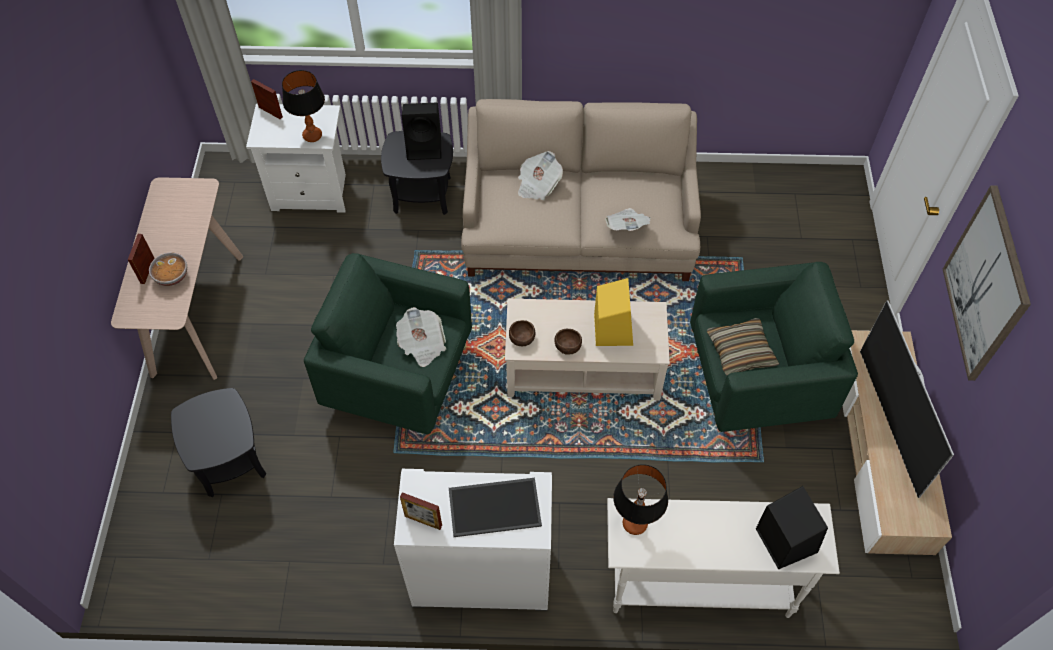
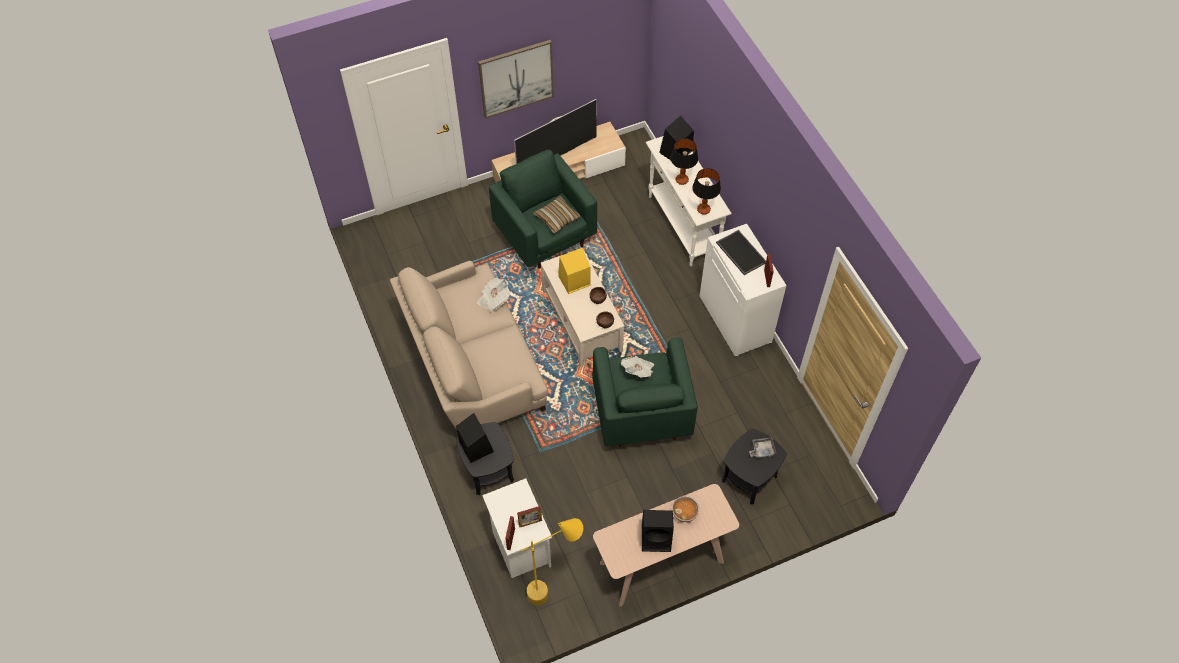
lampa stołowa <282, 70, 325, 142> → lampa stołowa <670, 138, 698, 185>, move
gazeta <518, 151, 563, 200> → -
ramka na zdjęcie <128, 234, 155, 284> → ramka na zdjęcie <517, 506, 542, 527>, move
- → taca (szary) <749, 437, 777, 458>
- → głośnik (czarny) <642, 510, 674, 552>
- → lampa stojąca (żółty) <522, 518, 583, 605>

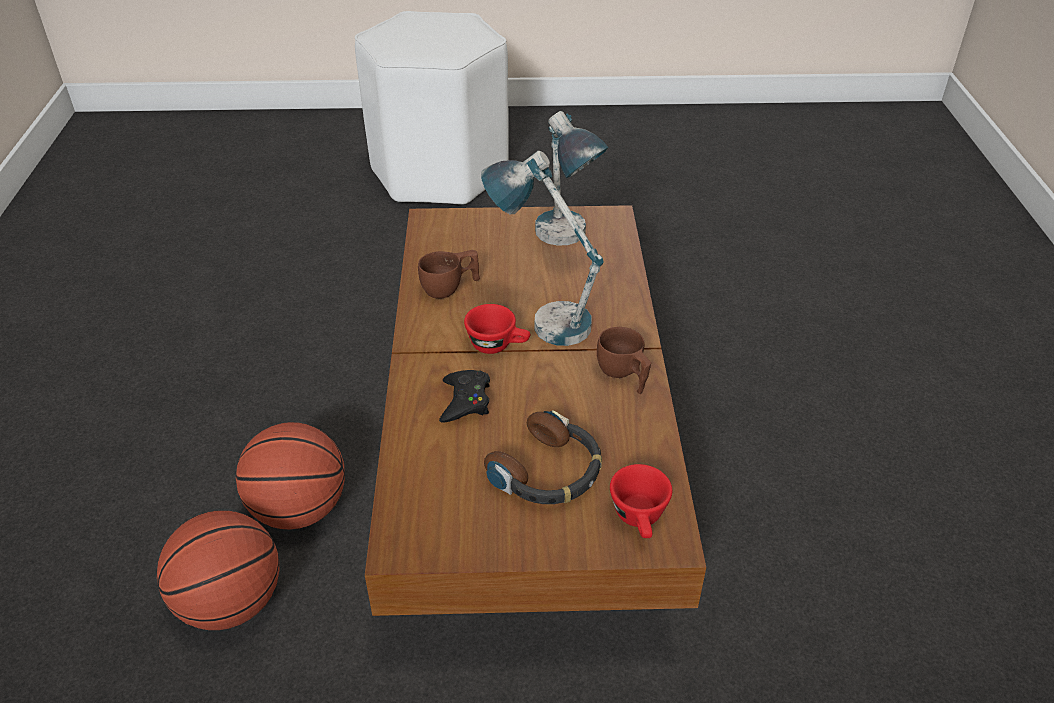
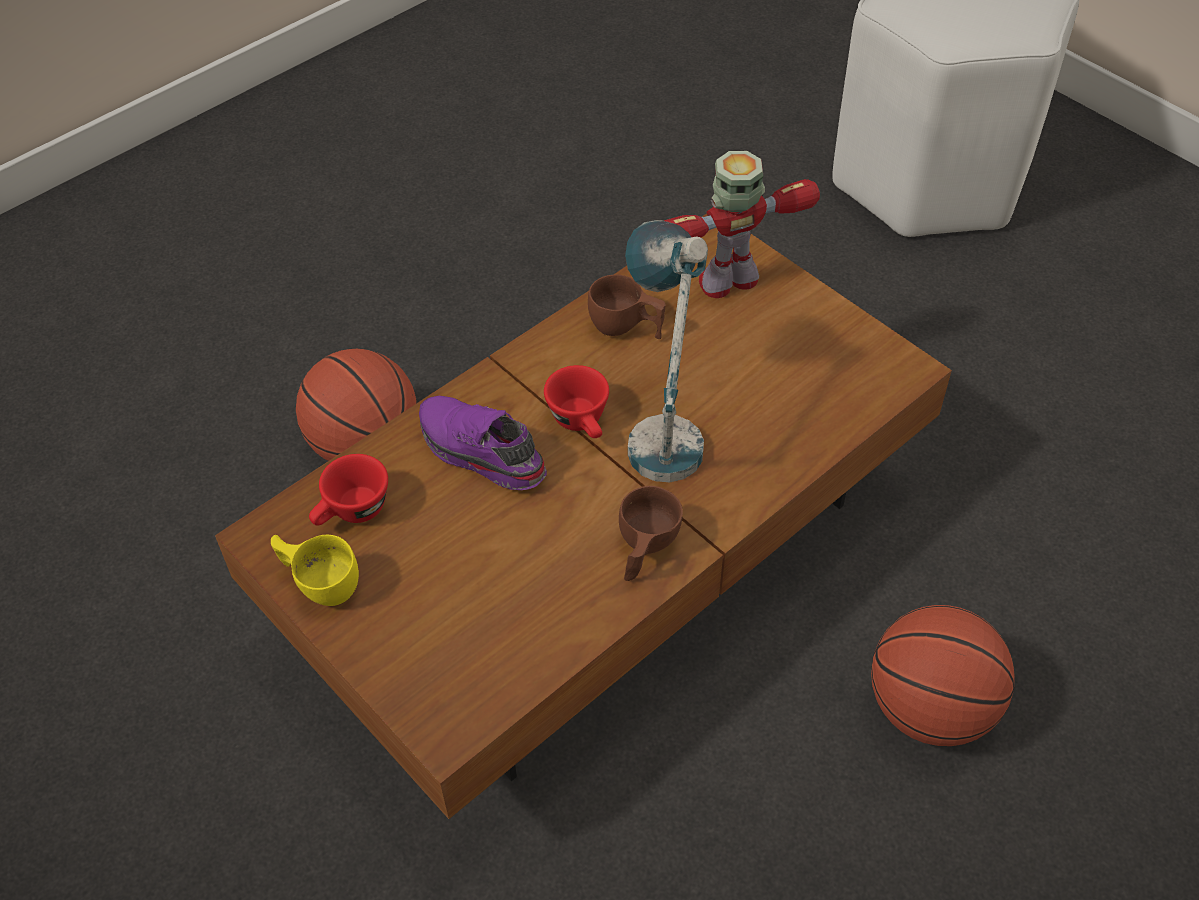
lampa stołowa <535, 111, 608, 246> → -
pad do gier (czarny) <439, 370, 490, 423> → but (fioletowy) <419, 396, 547, 490>
słuchawki <484, 410, 602, 504> → -
filiżanka (czerwony) <610, 464, 672, 538> → filiżanka (czerwony) <309, 454, 388, 526>, move
piłka do koszykówki <157, 510, 279, 630> → piłka do koszykówki <871, 605, 1015, 746>, move
- → robot zabawkowy <664, 151, 820, 298>
- → filiżanka (żółty) <271, 535, 359, 606>

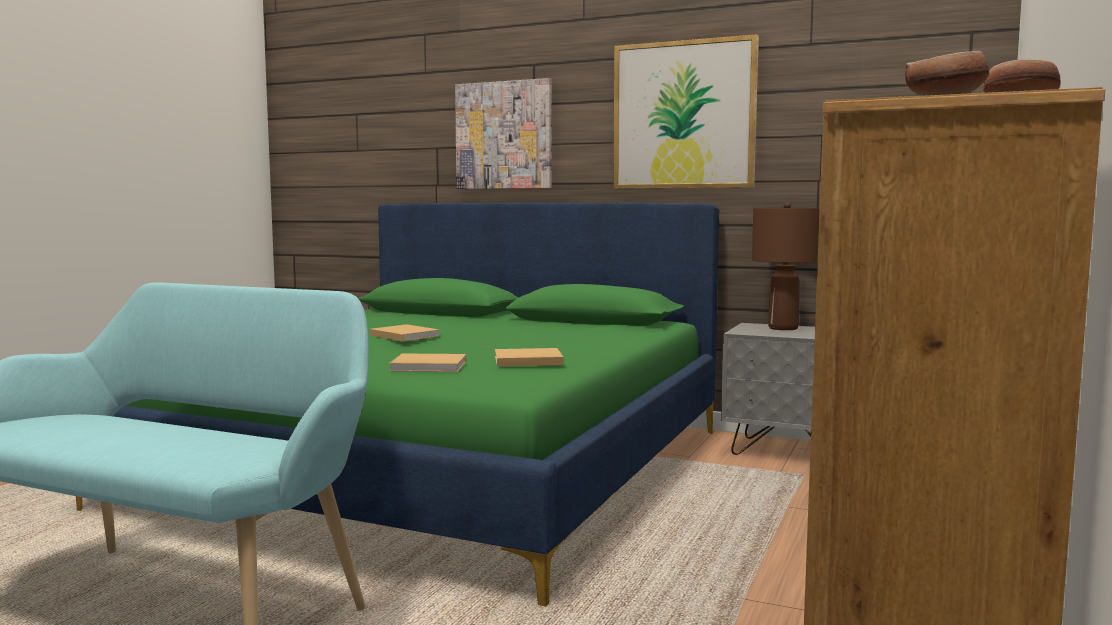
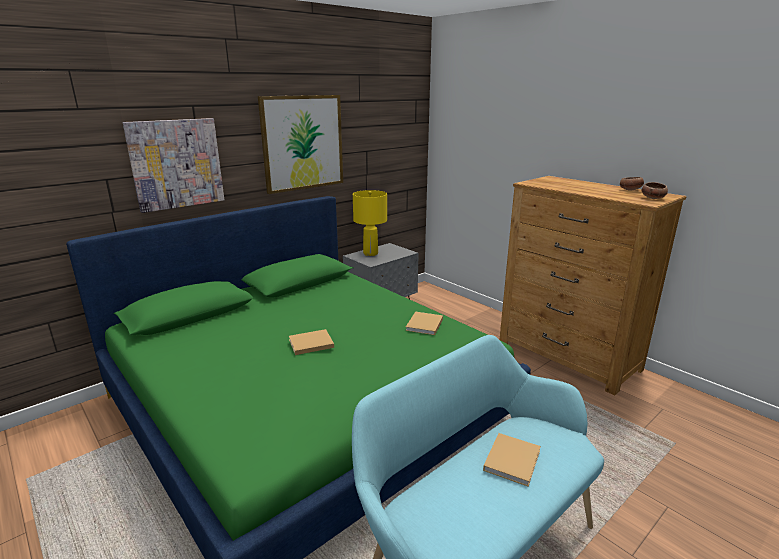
lampa stołowa (brązowy) <752, 203, 820, 330> → lampa stołowa (żółty) <353, 190, 387, 256>
książka (beżowy) <389, 354, 466, 372> → książka (beżowy) <483, 433, 541, 487>, move

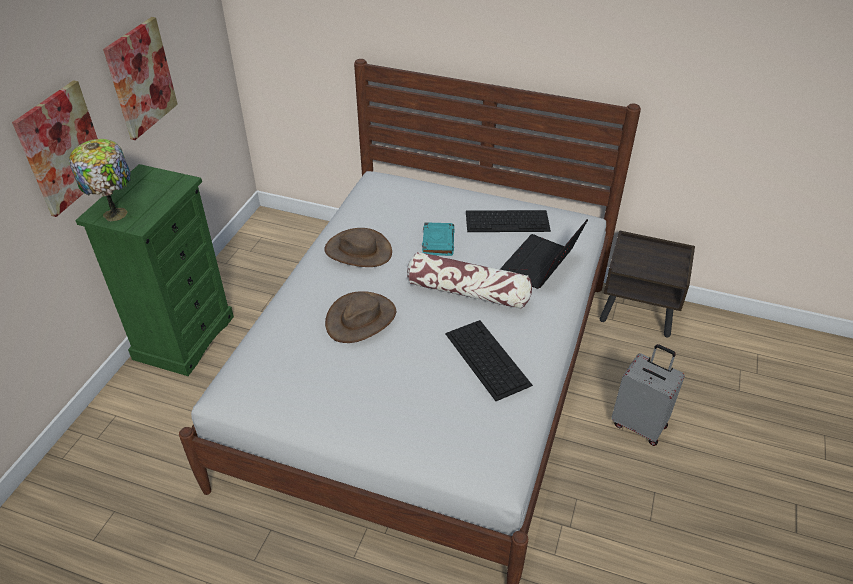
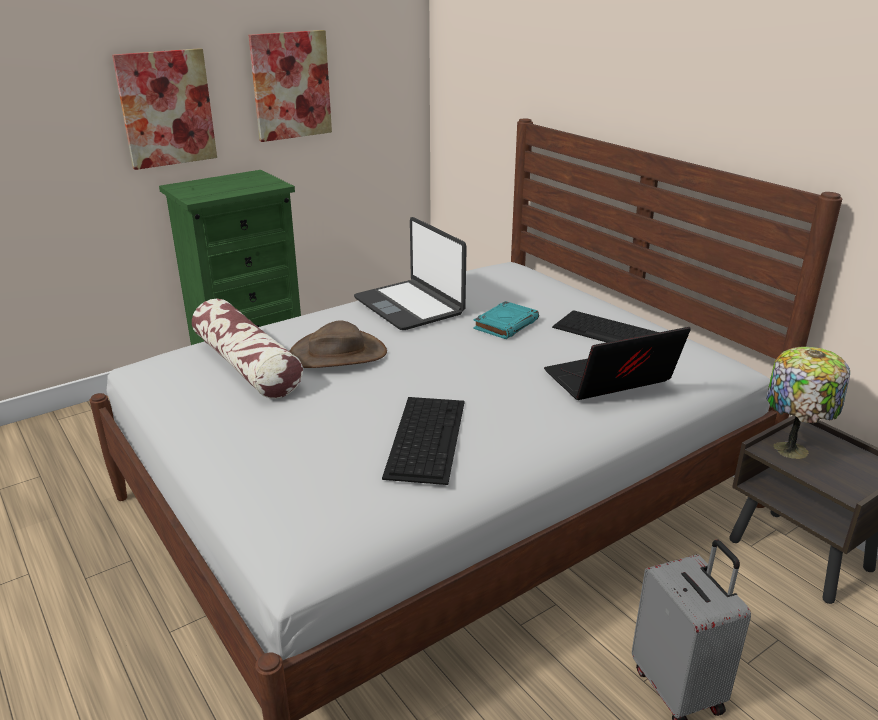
lampa stołowa <69, 139, 131, 221> → lampa stołowa <766, 347, 850, 459>, move
kapelusz (brązowy) <324, 228, 392, 267> → laptop <354, 217, 467, 330>
poduszka <407, 252, 532, 309> → poduszka <192, 299, 303, 399>, move

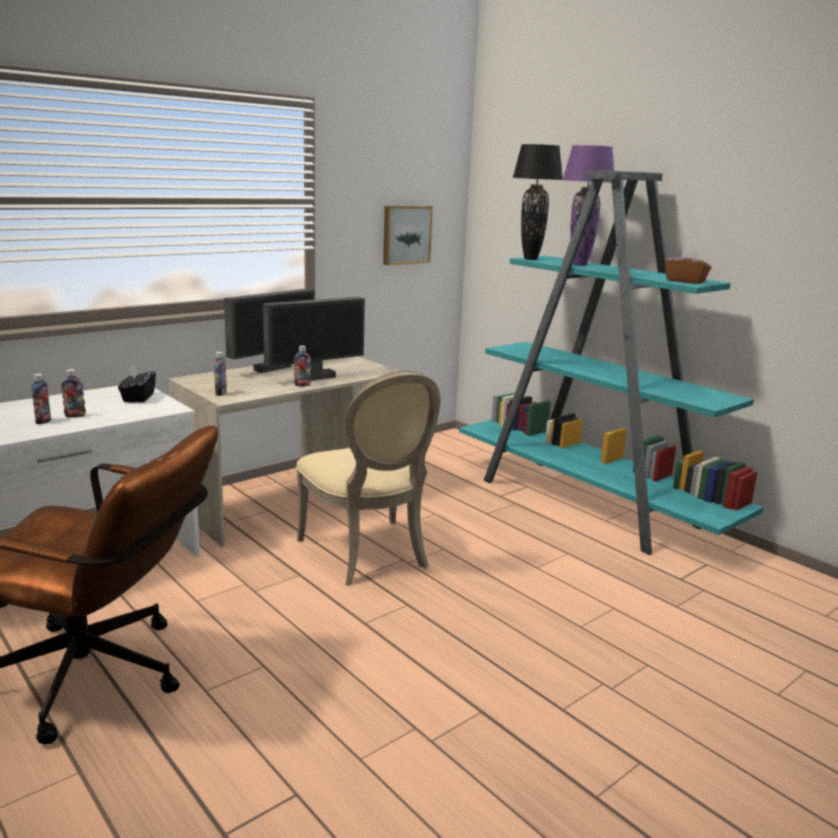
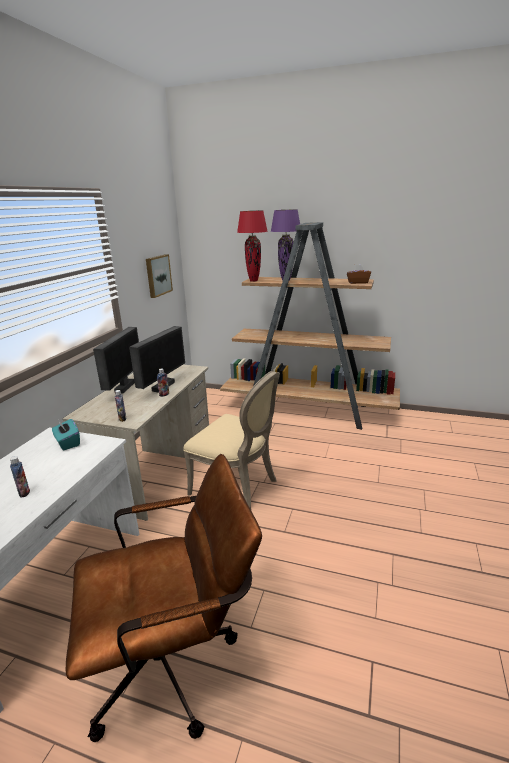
lampa stołowa (czarny) <513, 144, 563, 260> → lampa stołowa (czerwony) <237, 211, 268, 282>
regał (turkusowy) <459, 170, 763, 555> → regał (brązowy) <220, 222, 400, 430>
pudełko chusteczek (czarny) <118, 364, 156, 402> → pudełko chusteczek (turkusowy) <52, 419, 80, 450>
butelka <61, 369, 86, 418> → -

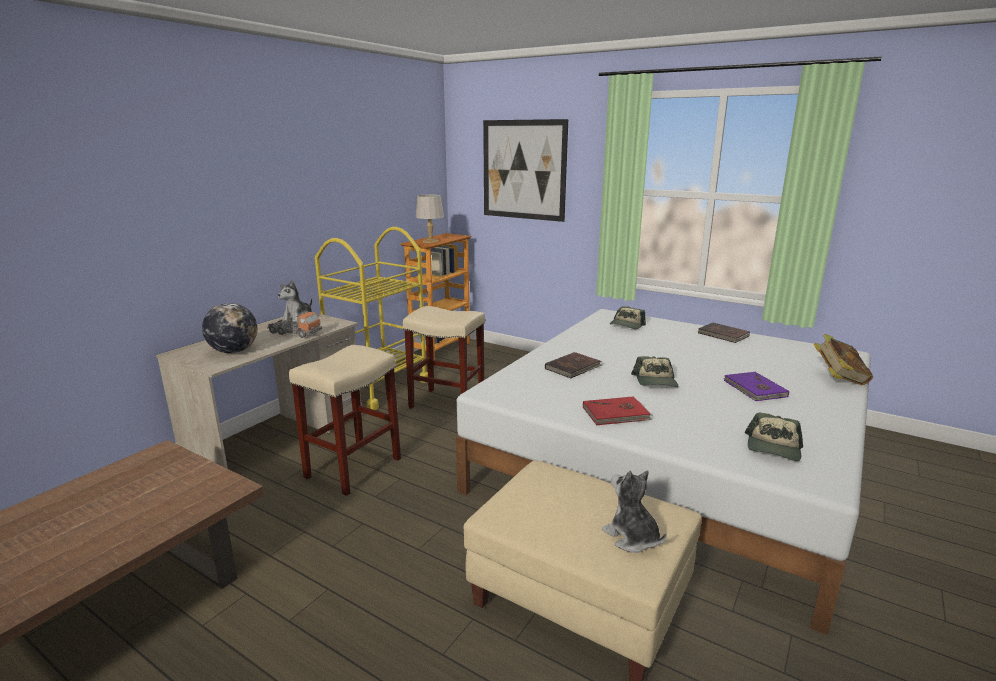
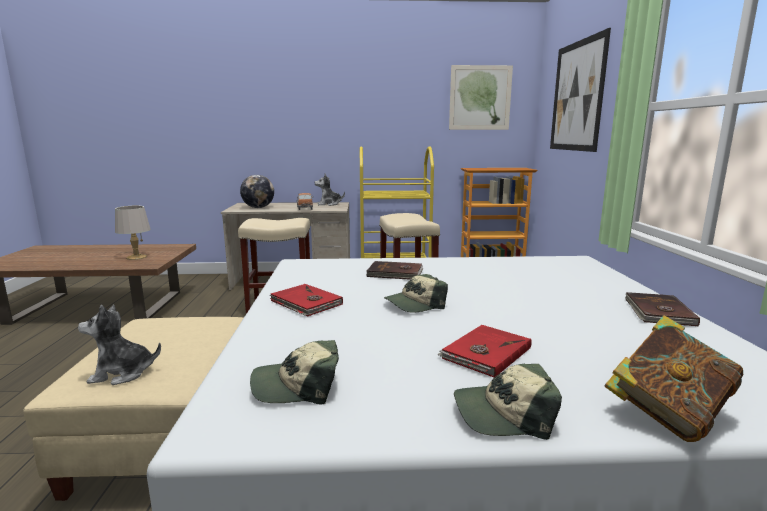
lampa stołowa (szary) <416, 194, 444, 243> → lampa stołowa (szary) <115, 206, 151, 260>, move
czapka z daszkiem <610, 306, 646, 329> → czapka z daszkiem <454, 364, 562, 440>, move
książka (fioletowy) <724, 372, 789, 401> → książka (czerwony) <437, 325, 532, 378>
pluszak <602, 470, 667, 553> → pluszak <78, 305, 161, 385>, 120 degrees counterclockwise
- → obraz <449, 65, 513, 130>

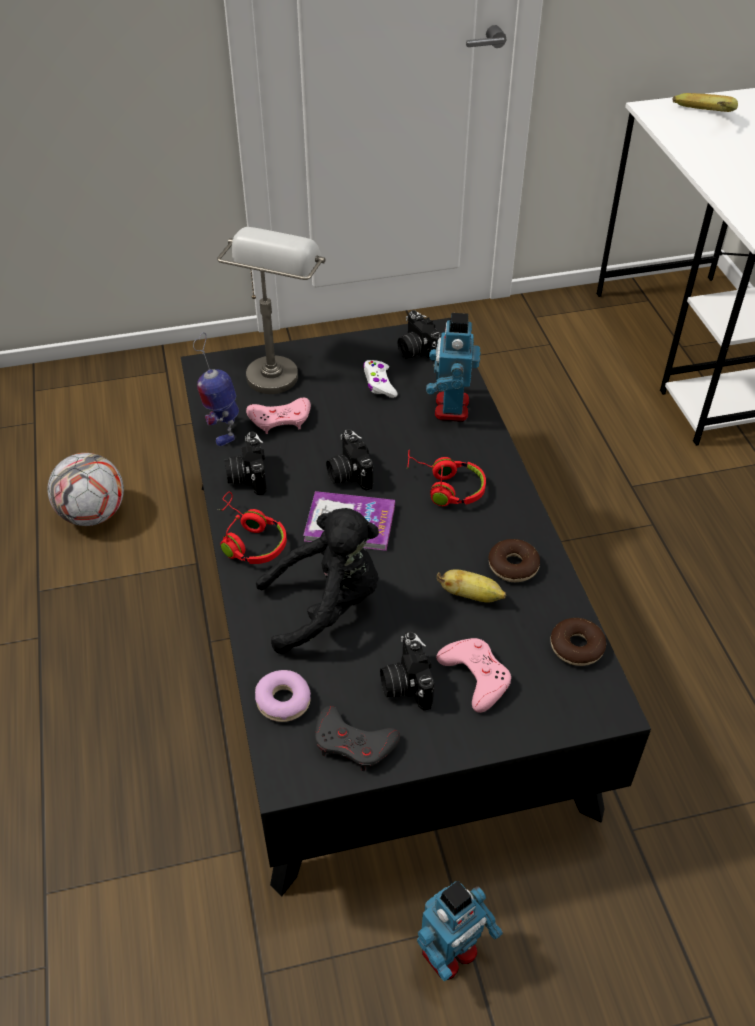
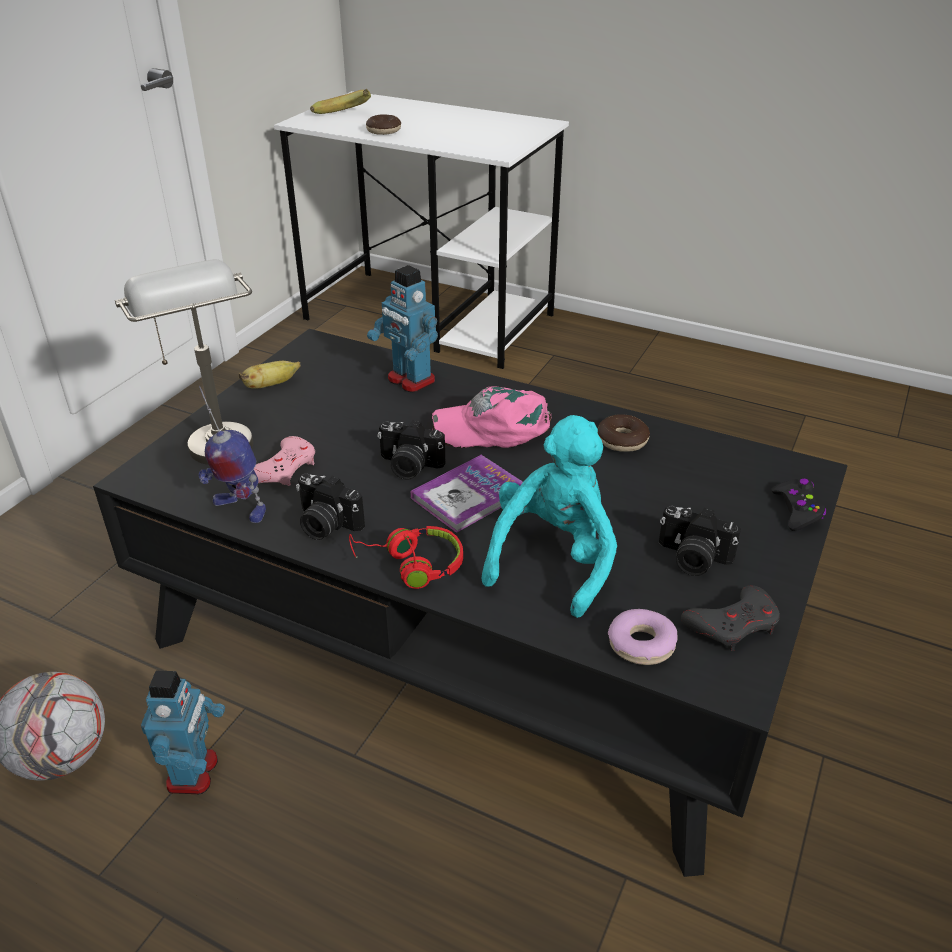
aparat fotograficzny <398, 310, 441, 362> → -
pad do gier (biały) <363, 360, 398, 398> → -
słuchawki (czerwony) <407, 450, 486, 506> → czapka z daszkiem (różowy) <431, 386, 552, 448>
pluszak (czarny) <256, 508, 379, 654> → pluszak (turkusowy) <482, 415, 617, 618>
banan <437, 569, 506, 603> → banan <239, 361, 301, 389>, move
donut <550, 618, 606, 666> → donut <366, 114, 401, 135>, move
pad do gier (różowy) <436, 638, 511, 713> → -
robot zabawkowy <417, 881, 503, 981> → robot zabawkowy <141, 671, 225, 794>, move
- → pad do gier (czarny) <771, 479, 826, 531>

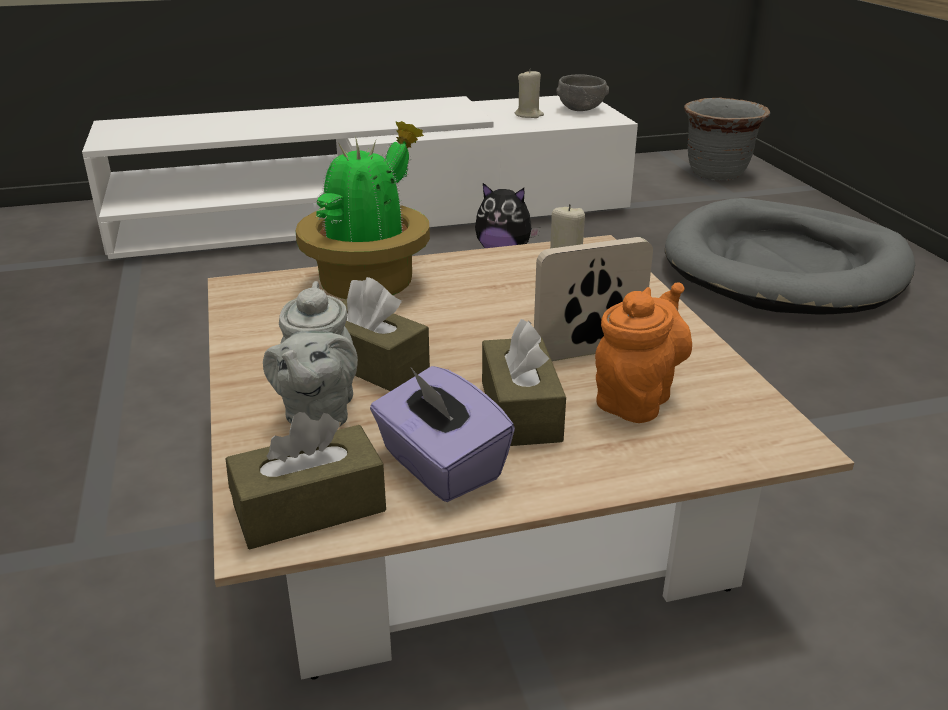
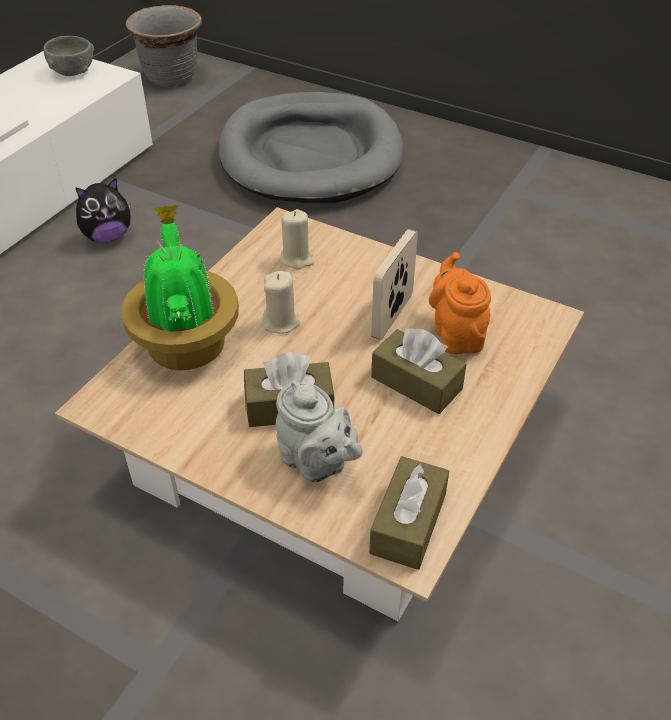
świeca (beżowy) <515, 69, 544, 118> → świeca (beżowy) <263, 271, 300, 334>, move
pudełko chusteczek (fioletowy) <370, 366, 515, 502> → -

